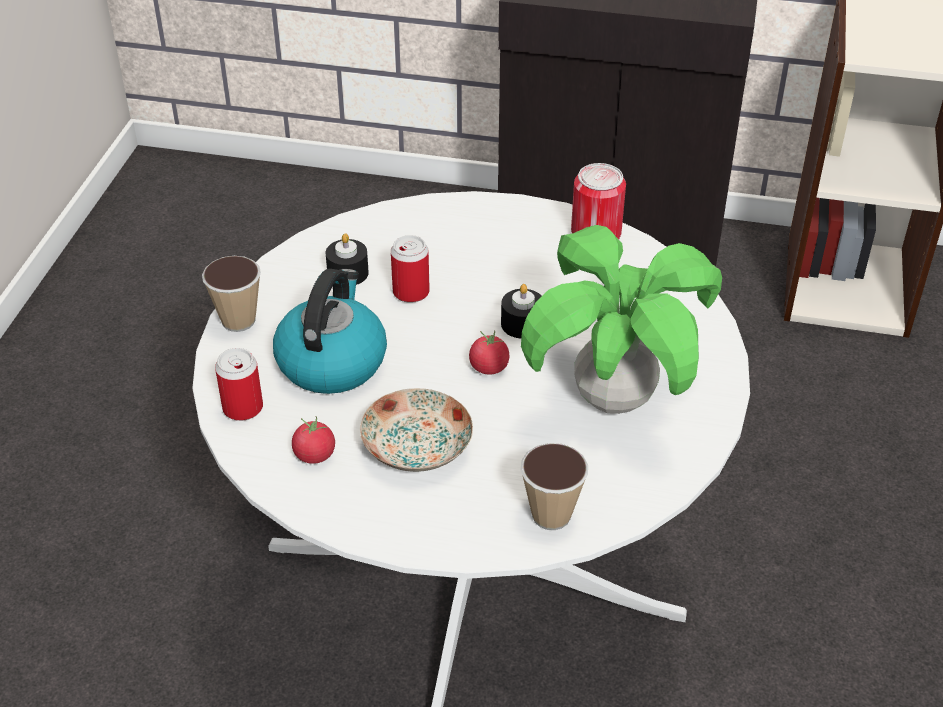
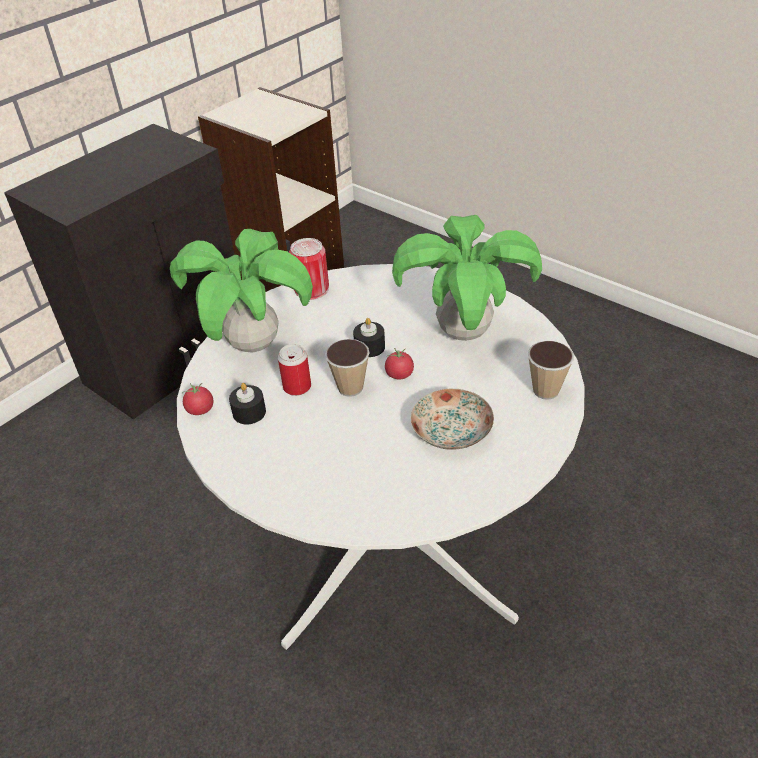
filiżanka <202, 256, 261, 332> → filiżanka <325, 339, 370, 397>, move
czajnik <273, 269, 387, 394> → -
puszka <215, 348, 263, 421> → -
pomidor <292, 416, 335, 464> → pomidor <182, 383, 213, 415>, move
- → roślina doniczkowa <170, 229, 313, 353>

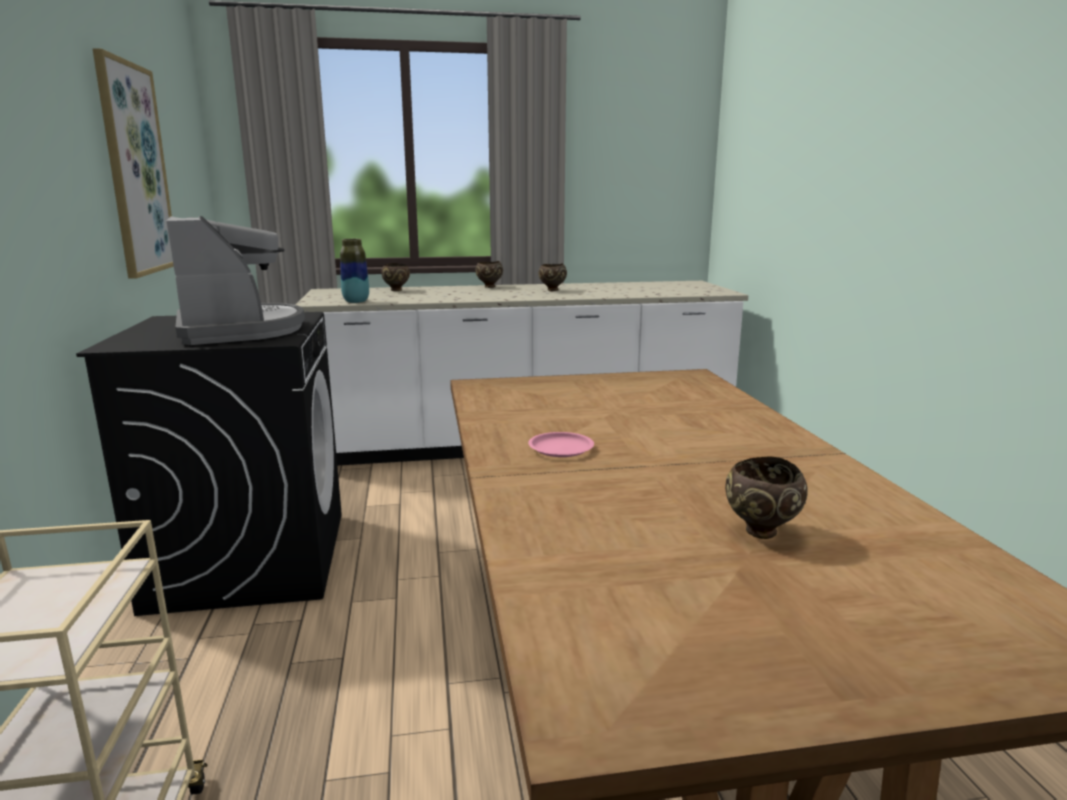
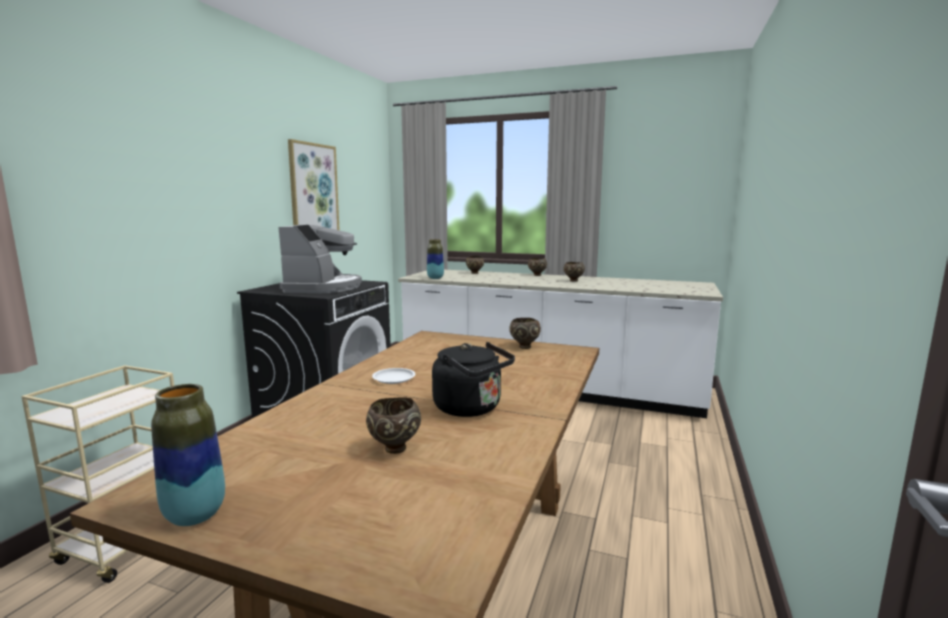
talerz (różowy) <528, 432, 594, 457> → talerz (biały) <372, 368, 415, 384>
- → miska (brązowy) <509, 318, 541, 349>
- → czajnik (czarny) <432, 342, 515, 417>
- → wazon <151, 384, 225, 526>

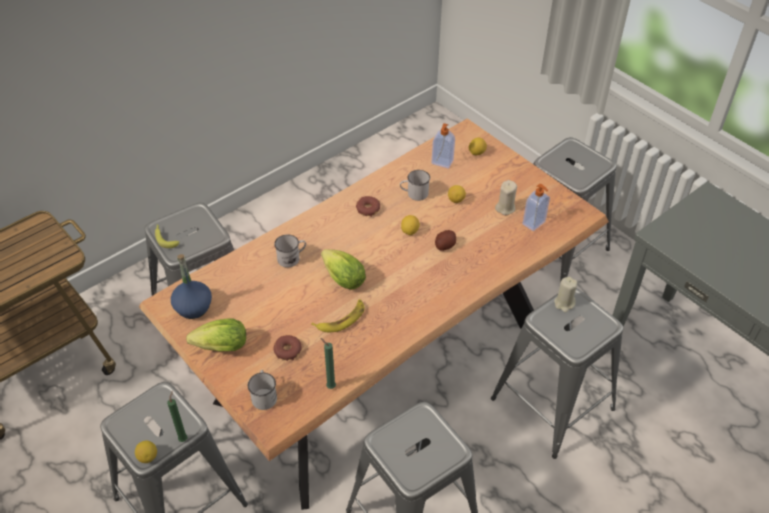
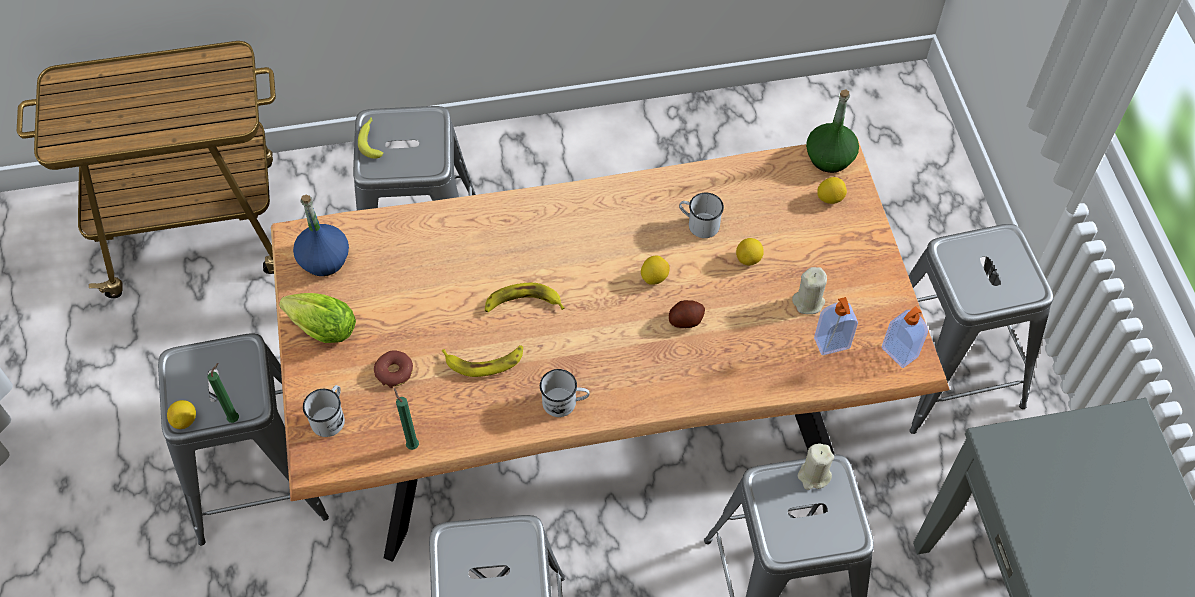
dozownik mydła <432, 123, 455, 168> → dozownik mydła <882, 306, 928, 368>, move
donut <356, 196, 380, 217> → -
kubek (biały) <274, 234, 306, 268> → kubek (biały) <540, 369, 589, 417>, move
sałata <321, 249, 366, 290> → banan <485, 283, 565, 312>
- → butelka (zielony) <806, 89, 859, 173>

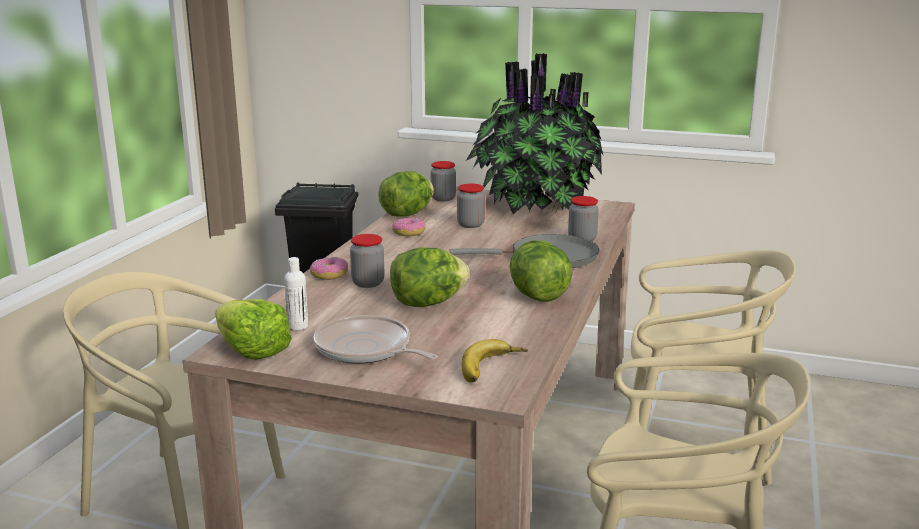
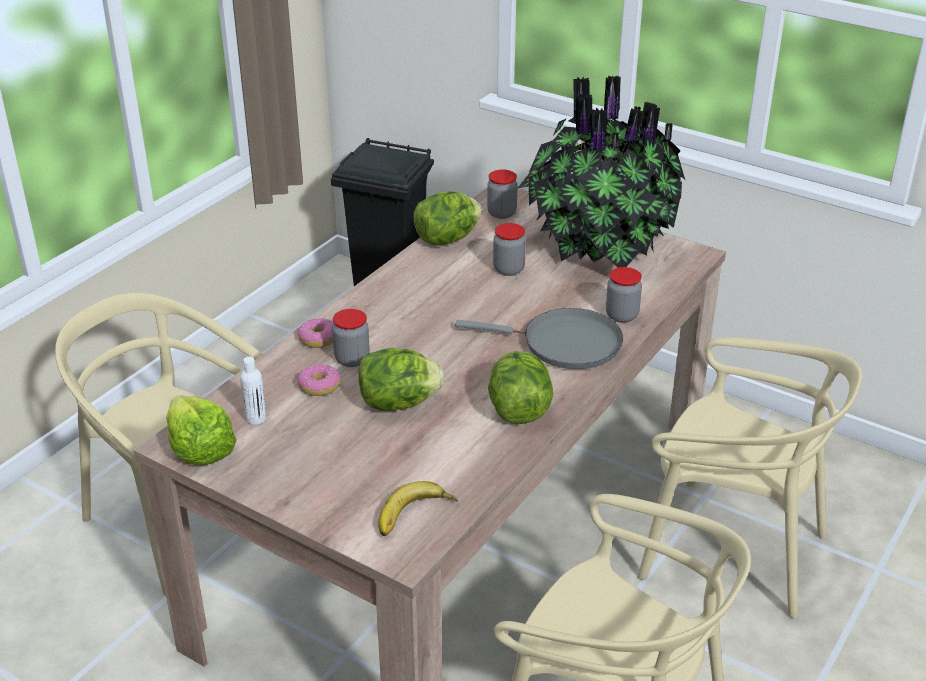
donut <392, 218, 426, 236> → donut <297, 364, 341, 396>, move
patelnia <313, 315, 438, 364> → -

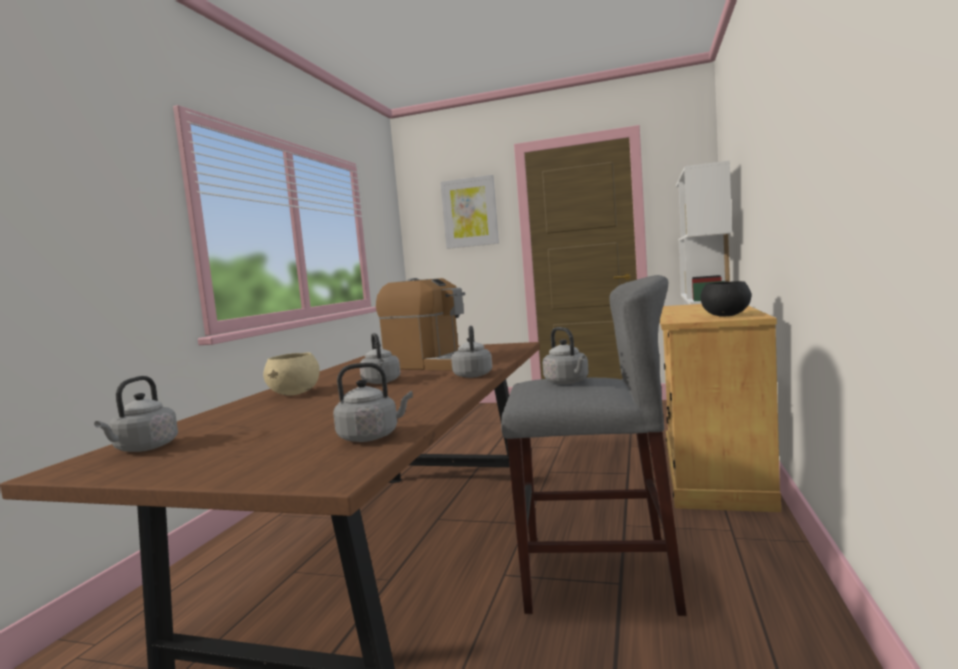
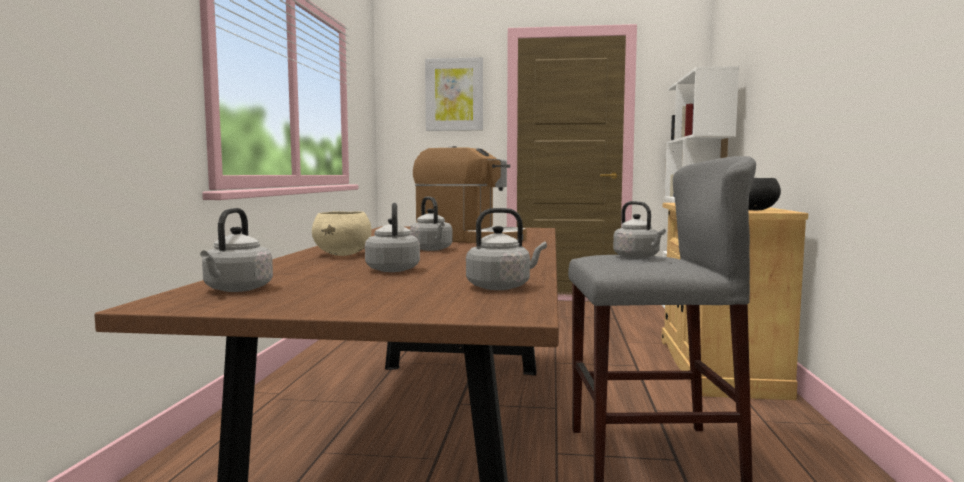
czajnik (szary) <451, 326, 492, 378> → czajnik (szary) <365, 203, 420, 272>, move

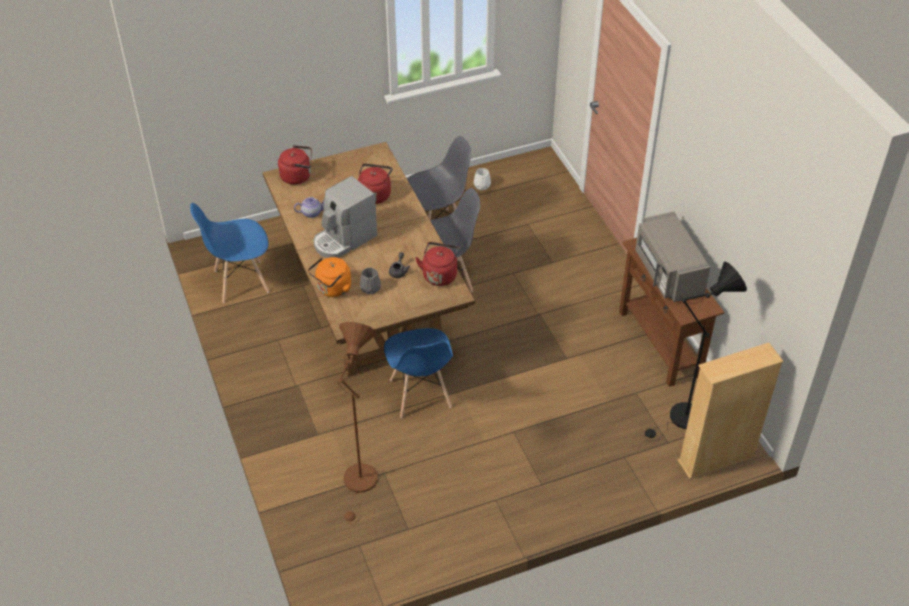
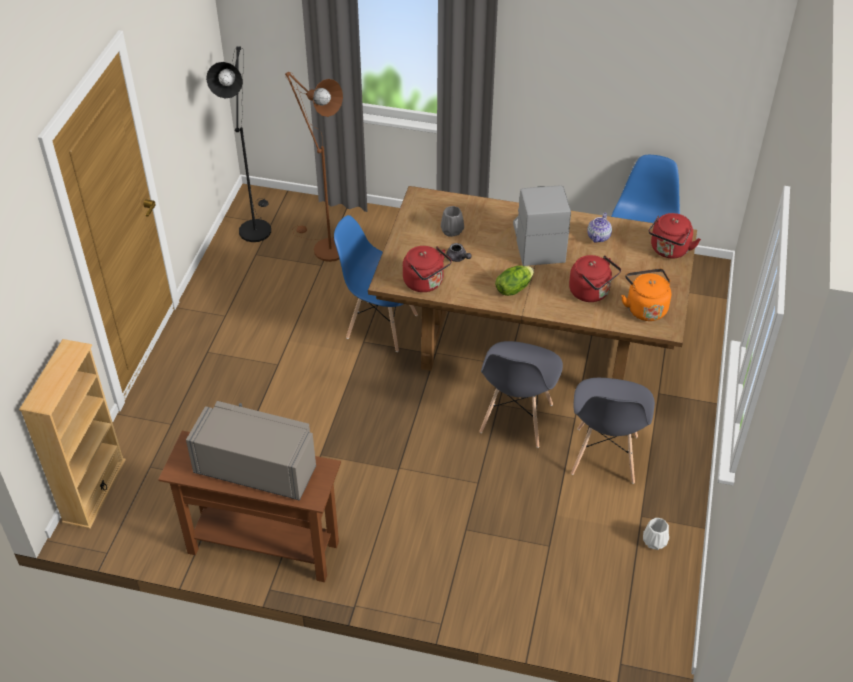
czajnik (pomarańczowy) <308, 257, 351, 297> → czajnik (pomarańczowy) <621, 268, 671, 321>, move
lampa stojąca (czarny) <644, 262, 747, 441> → lampa stojąca (czarny) <206, 46, 271, 242>, move
- → sałata <495, 265, 534, 296>

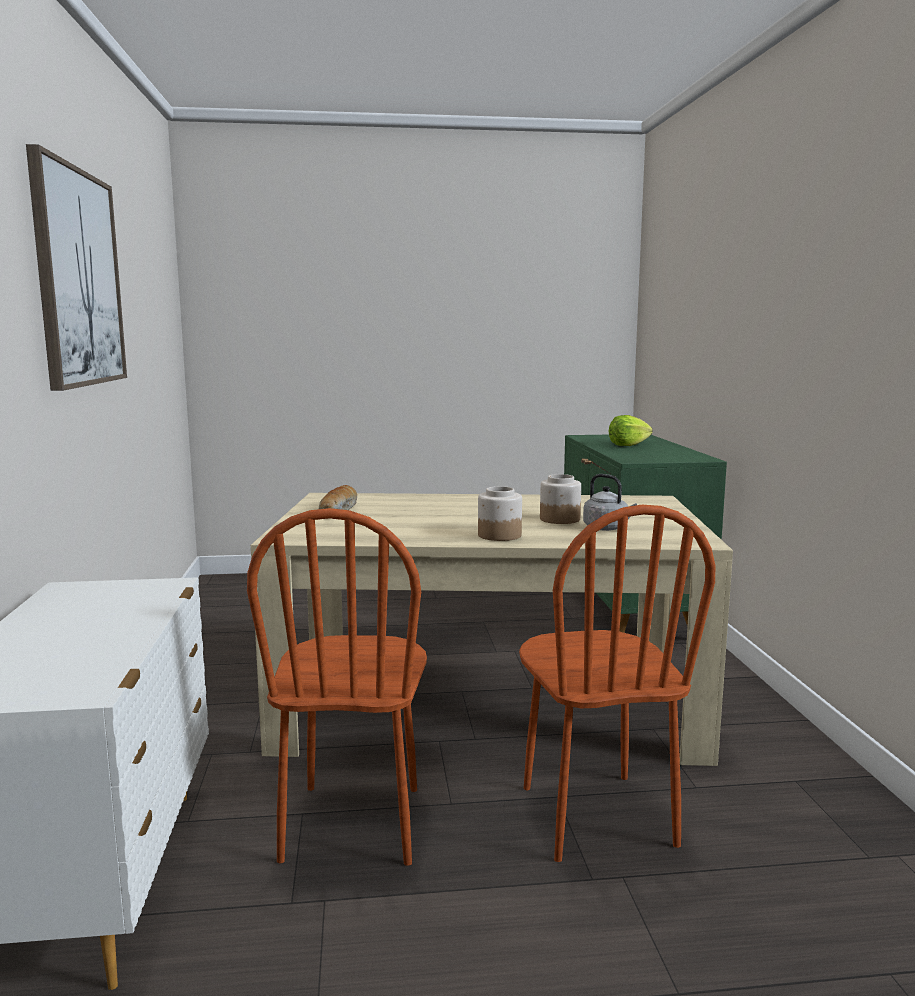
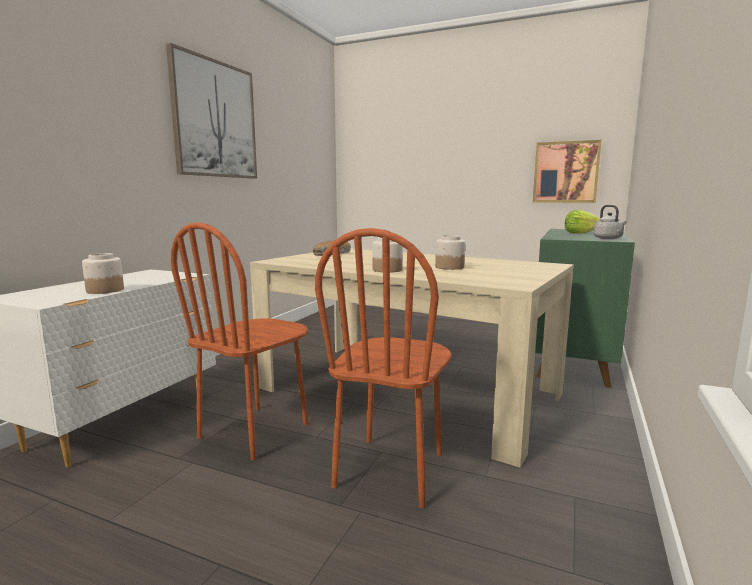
czajnik (szary) <583, 474, 637, 531> → czajnik (szary) <593, 205, 627, 239>, move
- → obraz <533, 140, 602, 203>
- → słoik <82, 253, 124, 294>

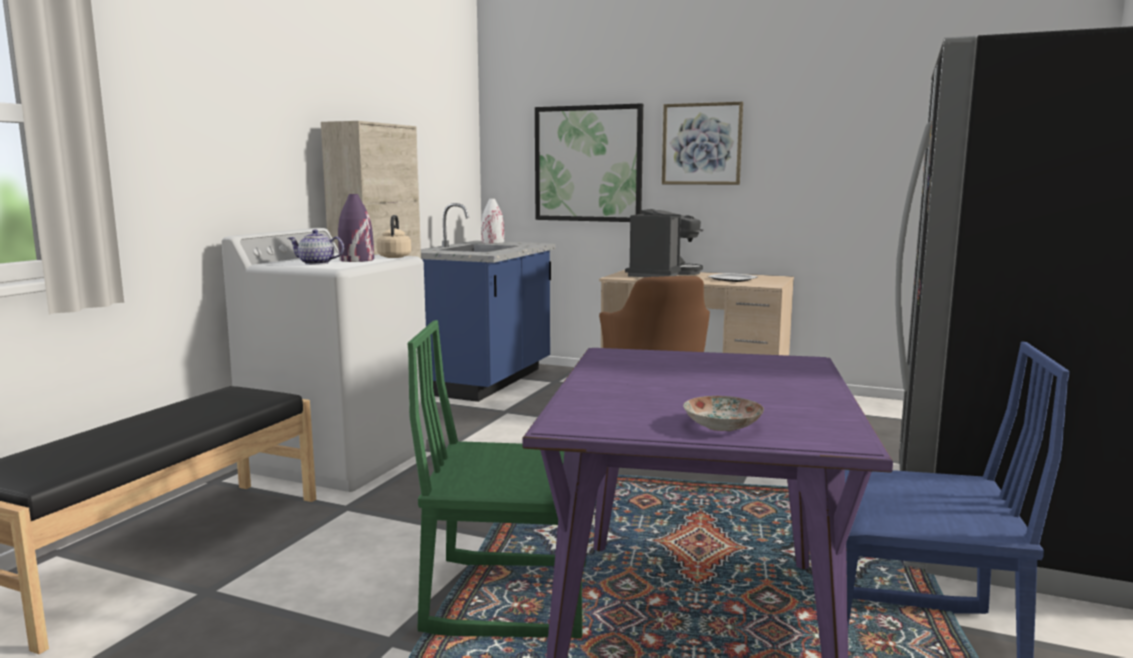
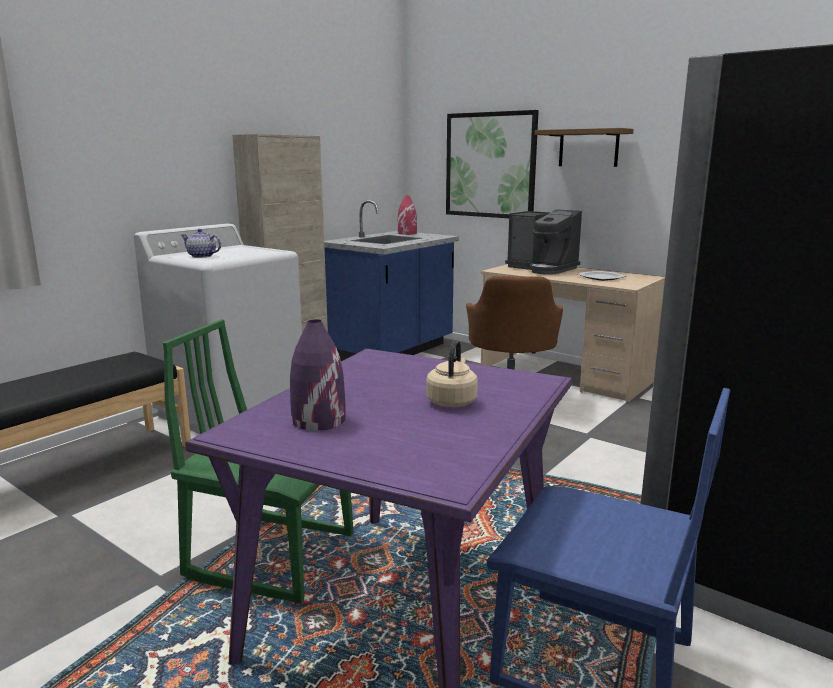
obraz <662, 102, 743, 185> → półka <535, 128, 634, 167>
wazon (fioletowy) <338, 194, 374, 262> → wazon (fioletowy) <290, 319, 346, 431>, move
wazon (biały) <481, 199, 504, 244> → wazon (czerwony) <397, 195, 417, 235>
ekspres do kawy <625, 209, 703, 277> → ekspres do kawy <505, 209, 582, 275>, 90 degrees clockwise
czajnik (beżowy) <377, 215, 411, 258> → czajnik (beżowy) <426, 340, 478, 407>, move
talerz <683, 396, 764, 431> → -

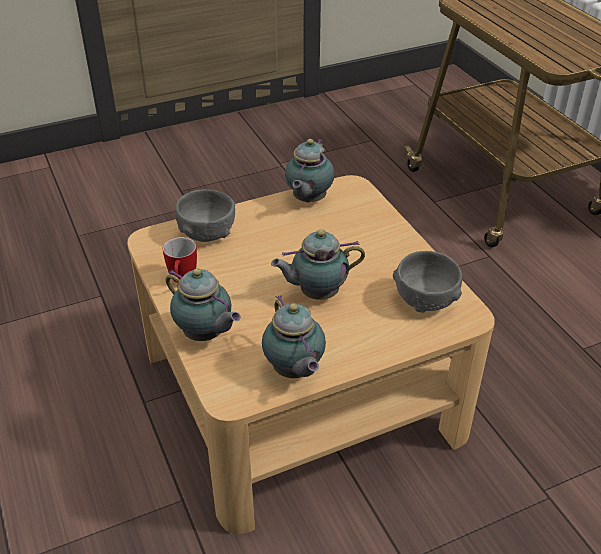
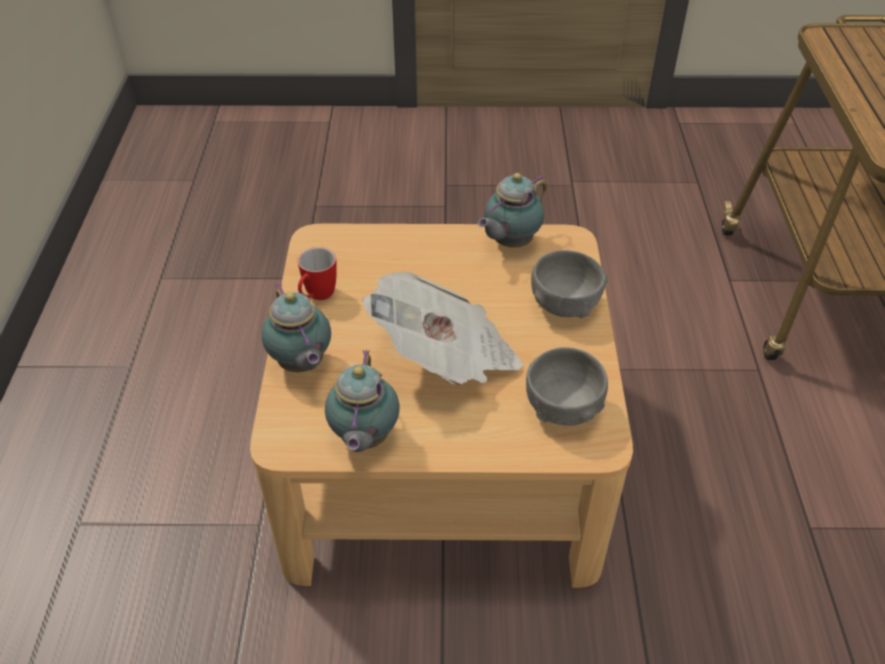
miska (szary) <175, 189, 235, 242> → miska (szary) <531, 250, 608, 318>, move
imbryk <271, 229, 365, 300> → gazeta <362, 271, 523, 385>

